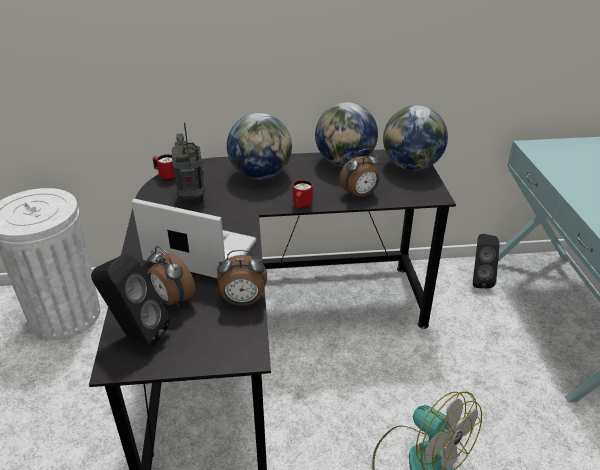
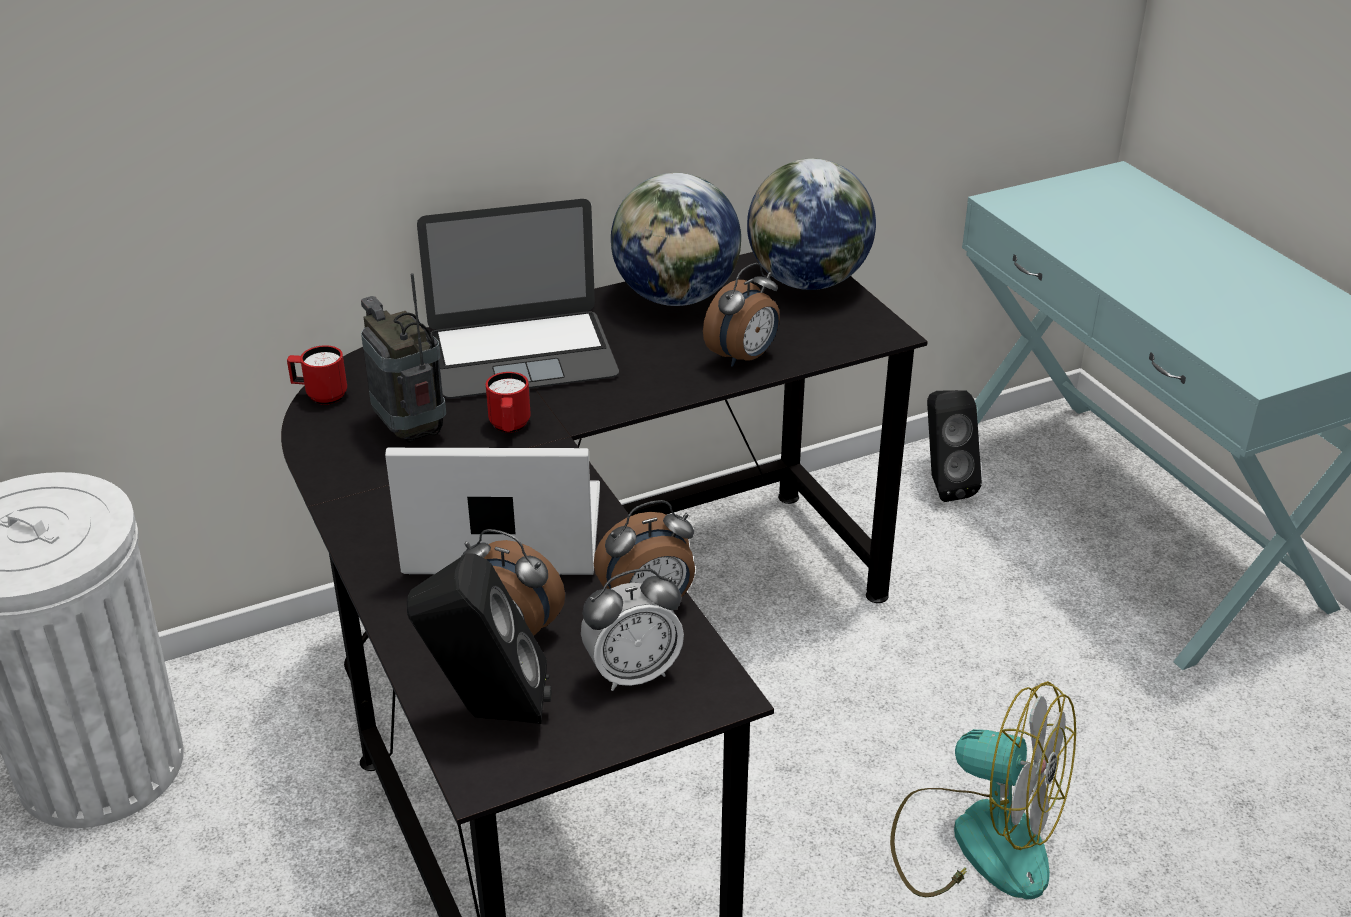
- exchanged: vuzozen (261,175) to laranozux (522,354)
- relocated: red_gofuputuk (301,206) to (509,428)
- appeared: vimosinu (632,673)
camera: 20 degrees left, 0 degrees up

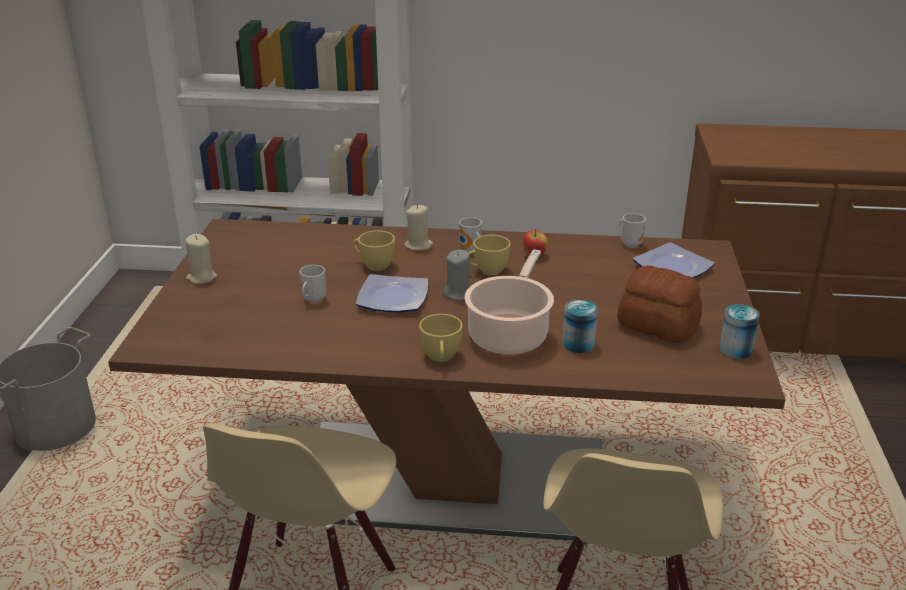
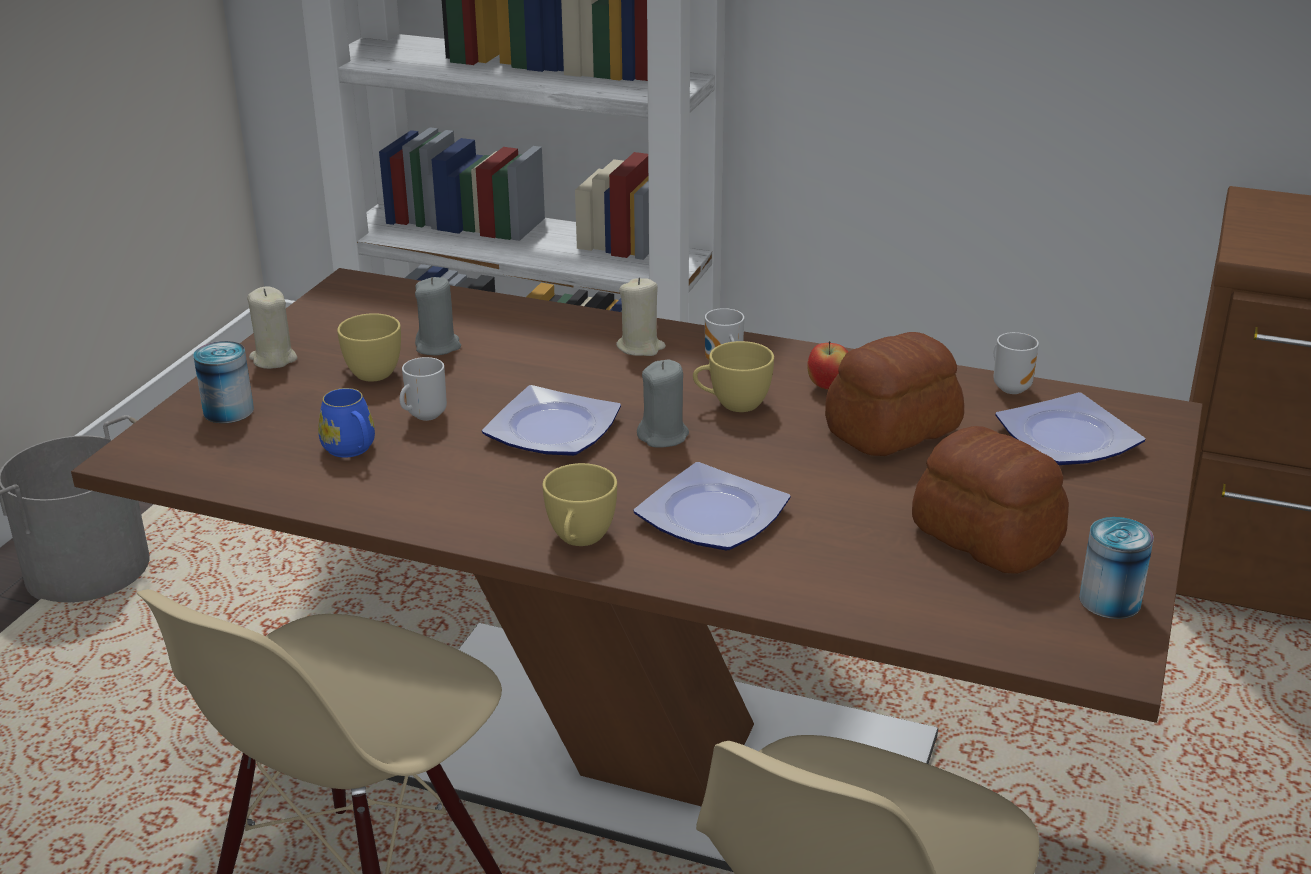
- relocated: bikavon (578,344) to (228,411)
- appeared: blue_gofuputuk (352,450)
- relocated: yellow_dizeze (373,265) to (368,371)
- appeared: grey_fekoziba (438,346)
- exchanged: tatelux (509,334) to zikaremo (715,516)
- appeared: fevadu (890,430)
camera: 15 degrees right, 0 degrees up

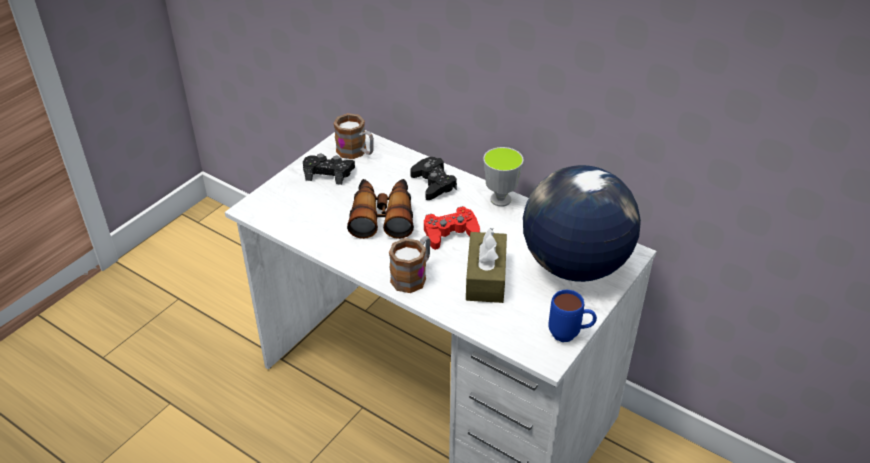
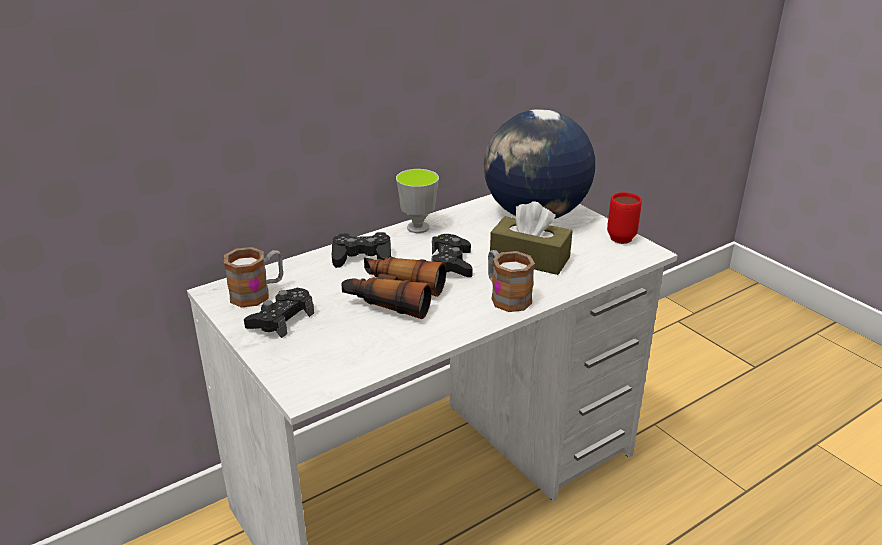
- colour: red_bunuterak (450,233) to black_bunuterak (451,263)
- colour: blue_gofuputuk (570,335) to red_gofuputuk (623,236)
camera: 70 degrees left, 10 degrees down

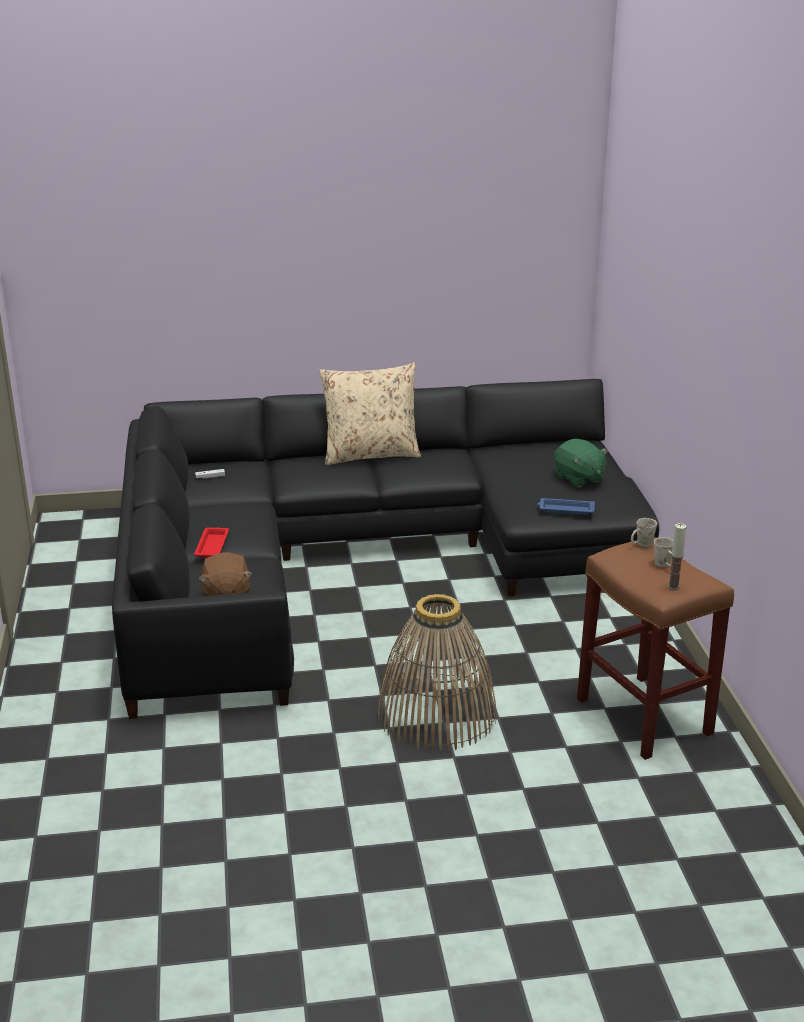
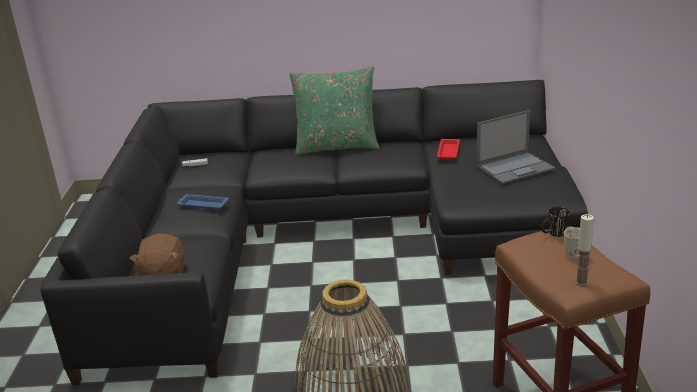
- relocated: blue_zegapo (565,509) to (202,205)
- colour: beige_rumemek (370,454) to green_rumemek (337,146)
- relocated: red_zegapo (212,545) to (448,151)
- exchanged: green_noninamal (578,478) to laranozux (515,167)
- colour: white_gofuputuk (641,545) to black_gofuputuk (553,234)
camera: 10 degrees right, 0 degrees up

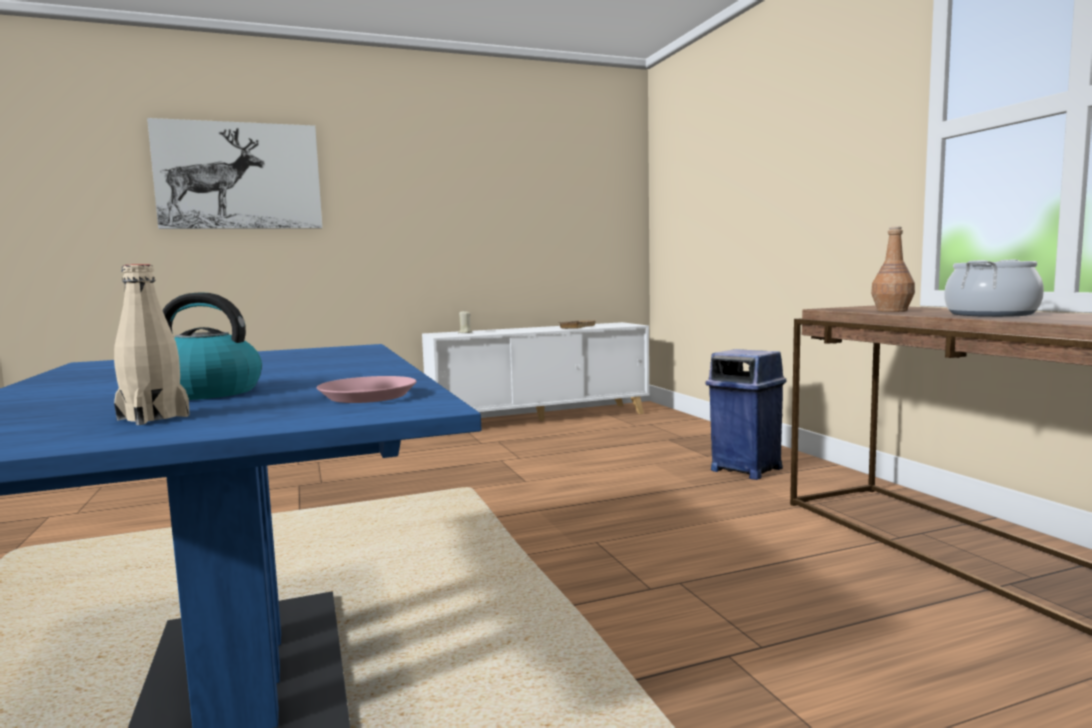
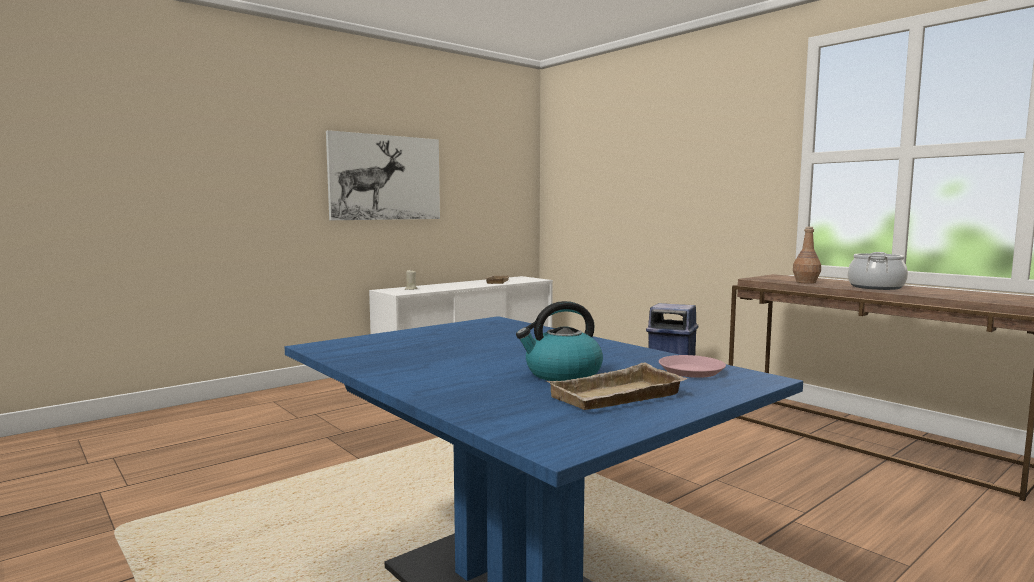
- relocated: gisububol (239,176) to (385,177)
- exchanged: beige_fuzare (153,418) to beige_zegapo (617,398)
camera: 20 degrees left, 0 degrees up

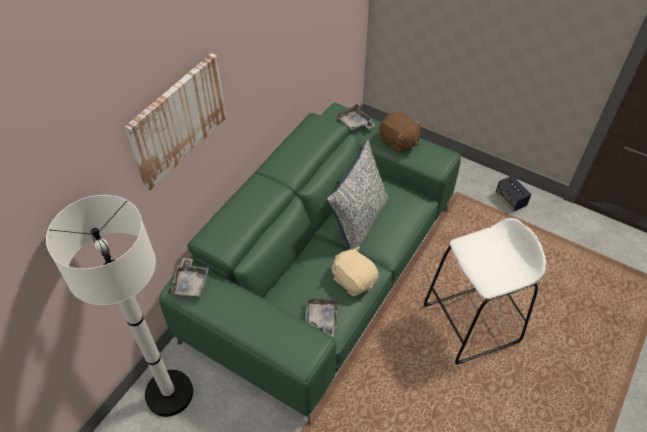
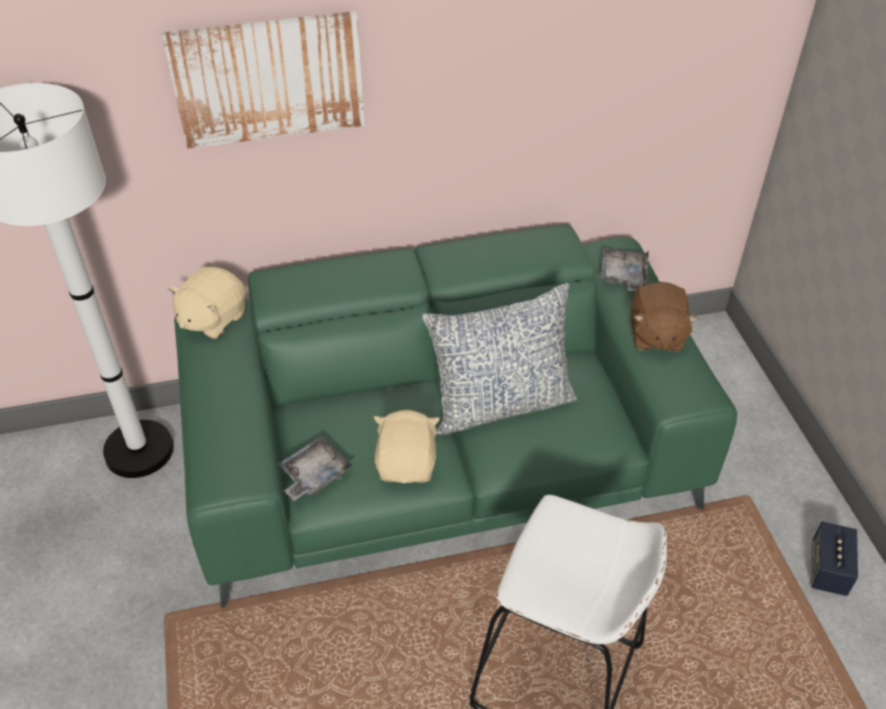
- exchanged: grey_zegapo (190,283) to beige_noninamal (212,319)
camera: 45 degrees right, 5 degrees down

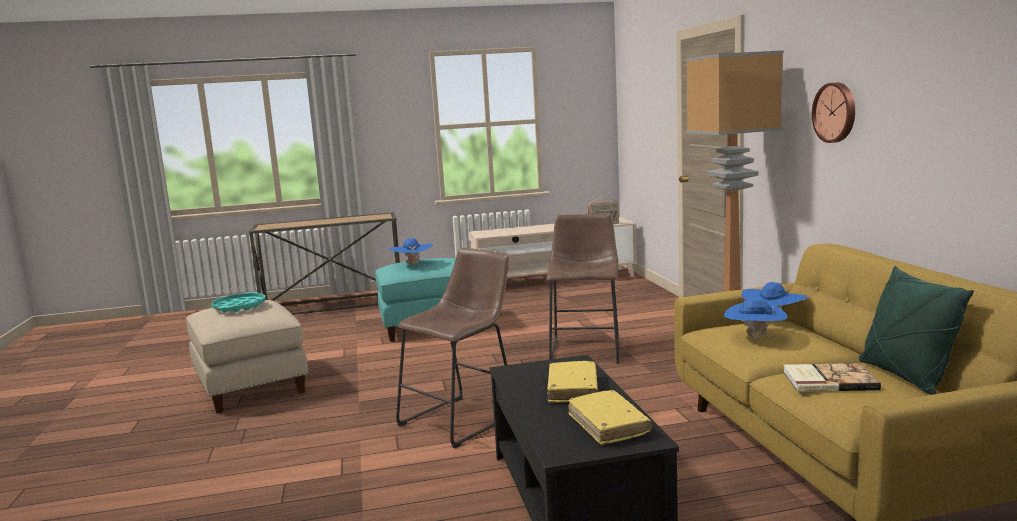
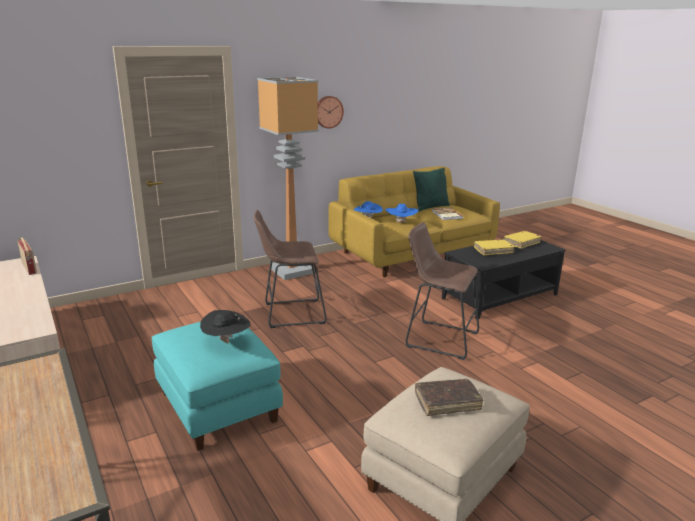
- colour: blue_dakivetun (412,264) to black_dakivetun (226,342)
- exchanged: turquoise_zegapo (239,307) to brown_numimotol (447,402)
camera: 110 degrees left, 10 degrees up

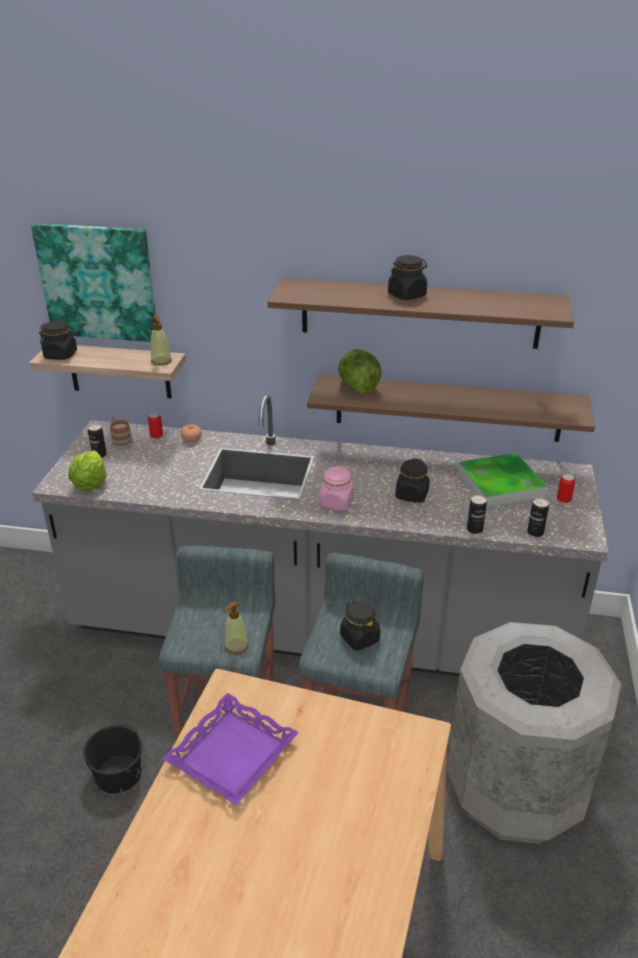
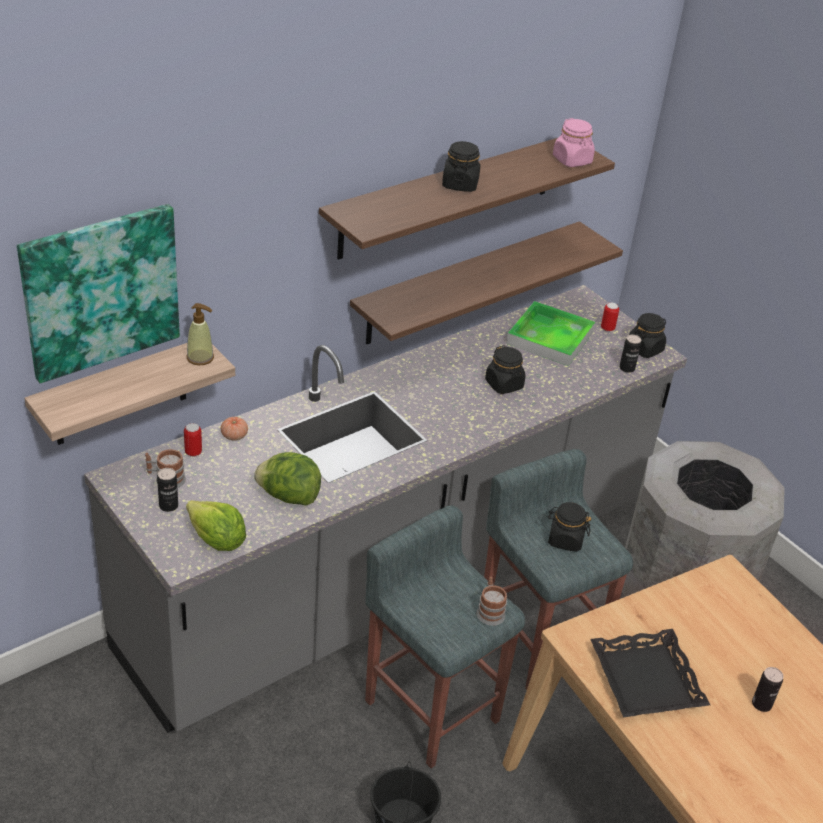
- relocated: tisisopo (357,388) to (288,496)
- exchanged: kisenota (236,646) to gofuputuk (490,611)
- relocated: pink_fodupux (336,502) to (572,160)
- colour: purple_zegapo (233,754) to black_zegapo (647,679)
- relocated: black_fodupux (61,355) to (645,349)
- relocated: bikavon (474,529) to (761,704)
camera: 50 degrees left, 5 degrees up

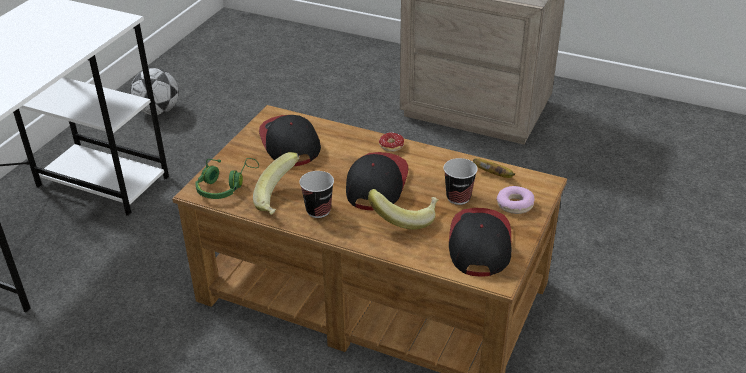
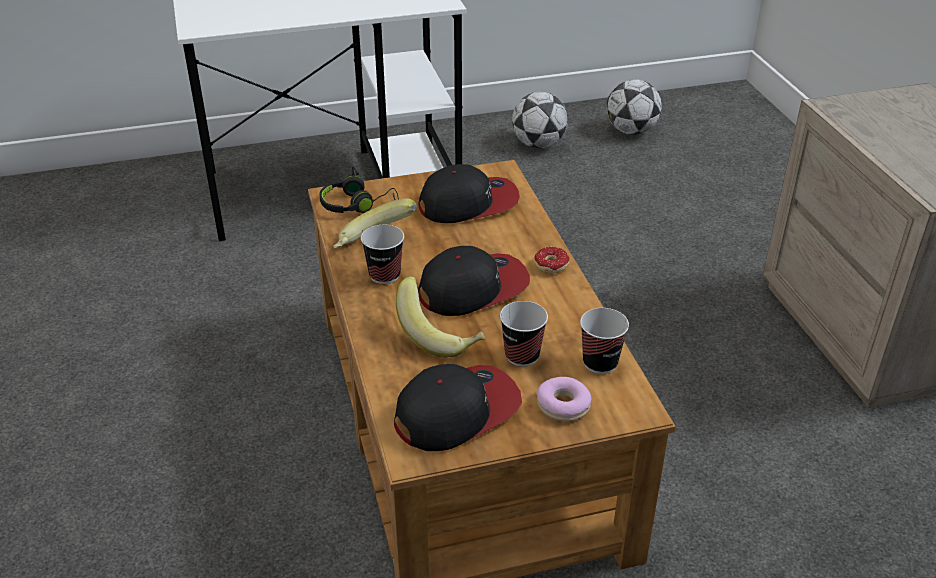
- colour: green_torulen (225,185) to black_torulen (357,205)
- spun: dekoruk (289,143) = (469,203) 45 degrees clockwise
- exchanged: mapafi (495,175) to dizeze (600,363)
- appeared: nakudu (631,131)
camera: 50 degrees right, 0 degrees up

